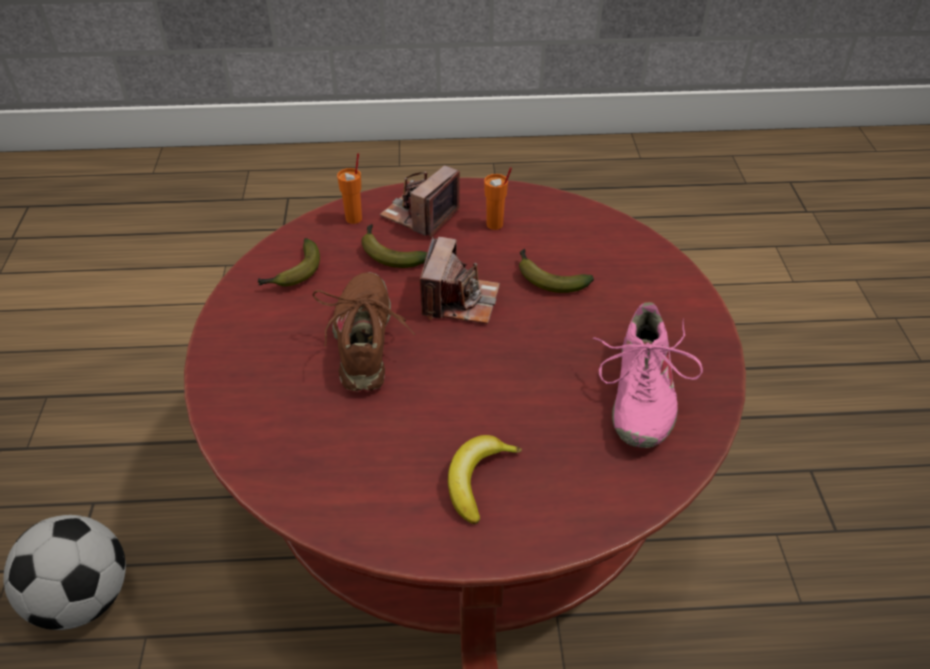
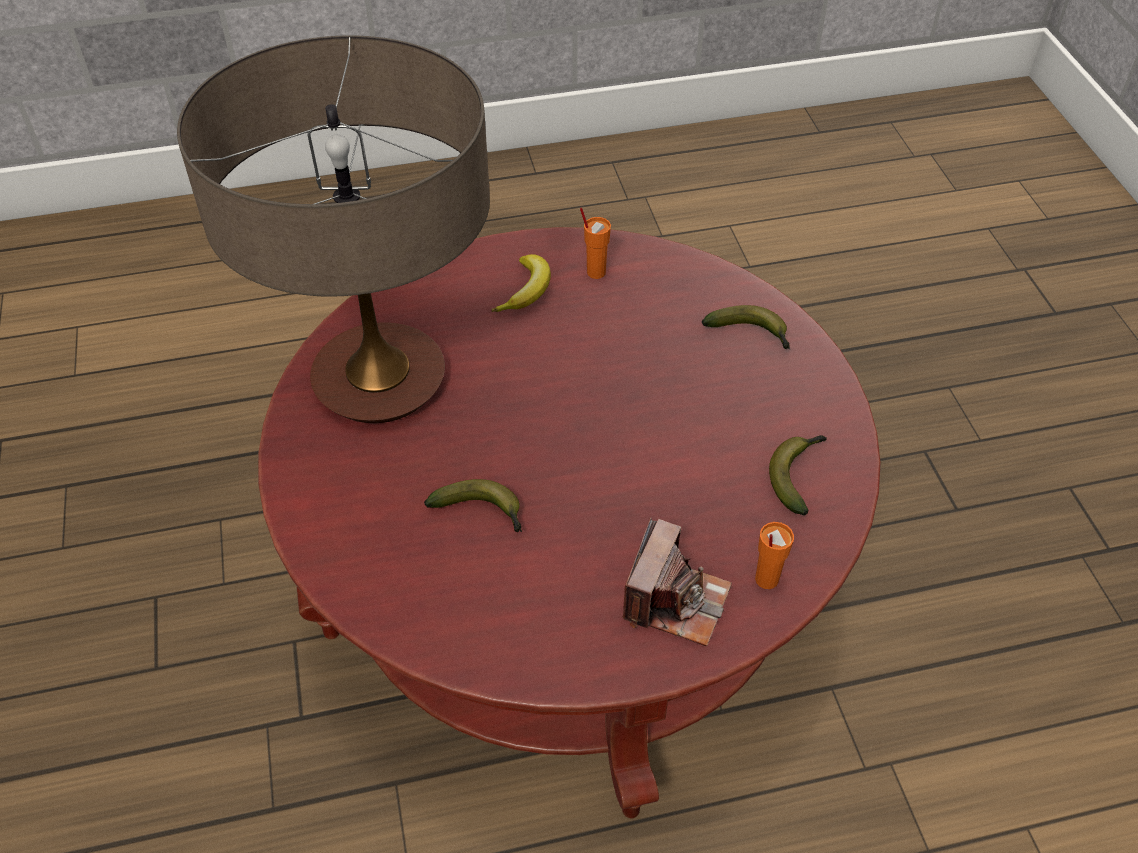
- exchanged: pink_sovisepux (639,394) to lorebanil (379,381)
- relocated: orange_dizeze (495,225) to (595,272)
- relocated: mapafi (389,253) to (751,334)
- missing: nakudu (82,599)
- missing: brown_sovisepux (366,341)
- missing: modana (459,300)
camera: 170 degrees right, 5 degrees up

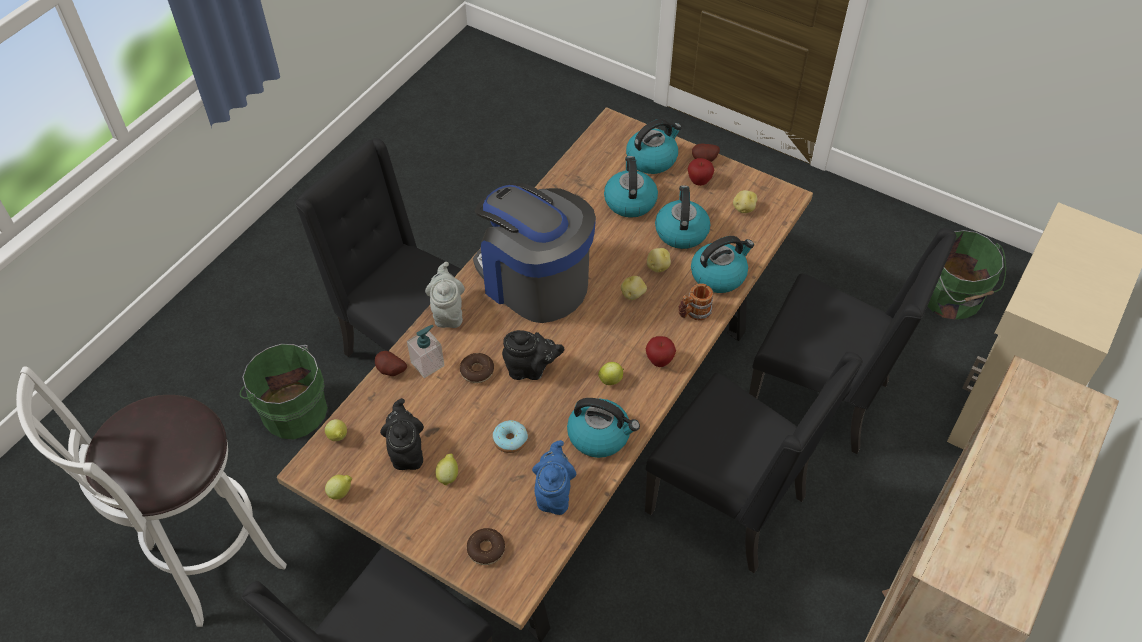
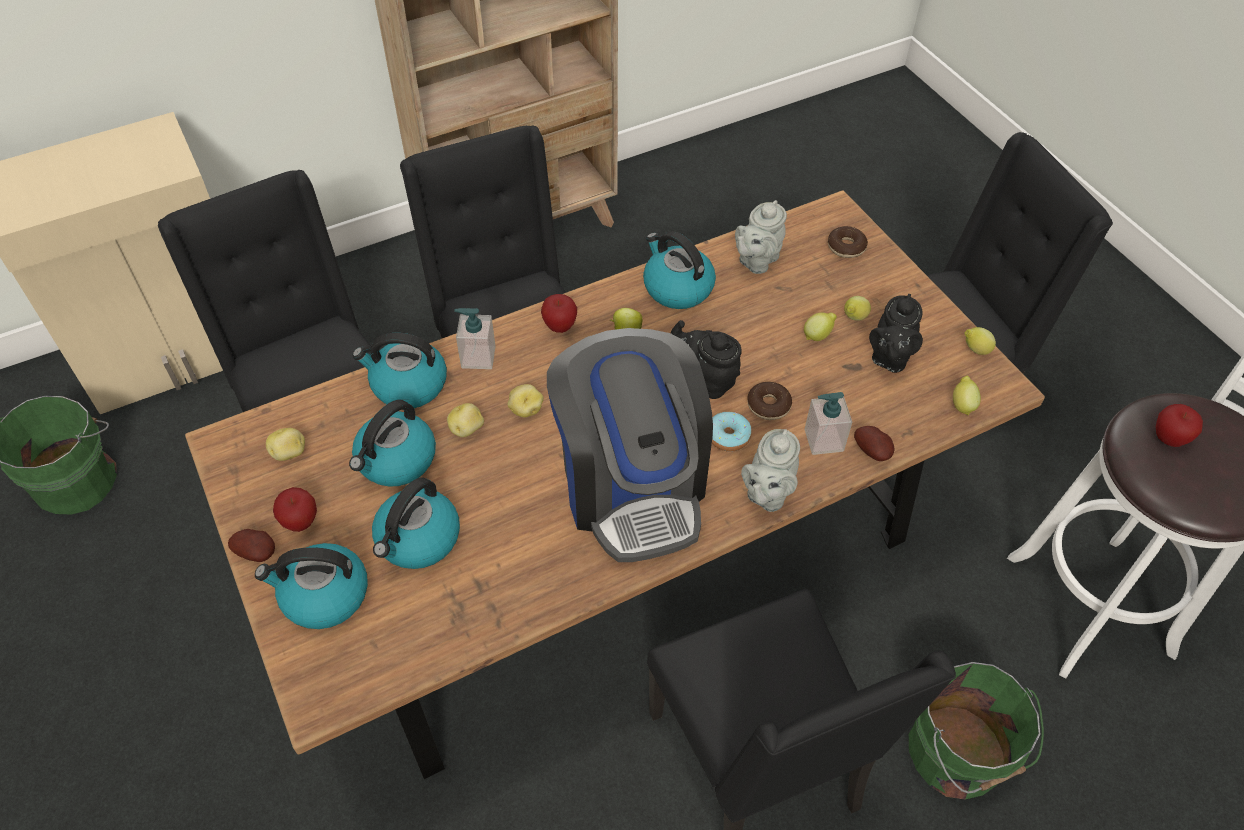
- exchanged: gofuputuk (693,313) to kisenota (478,357)
- relocated: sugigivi (510,440) to (728,436)
- colour: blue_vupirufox (554,494) to grey_vupirufox (756,261)
- appeared: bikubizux (818,335)
- appeared: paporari (1168,439)
camera: 150 degrees left, 0 degrees up

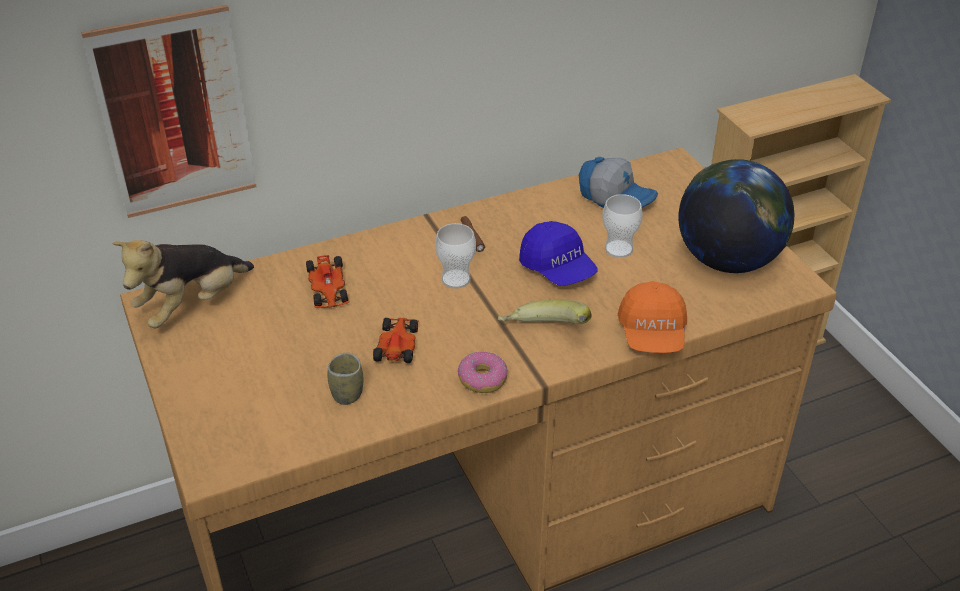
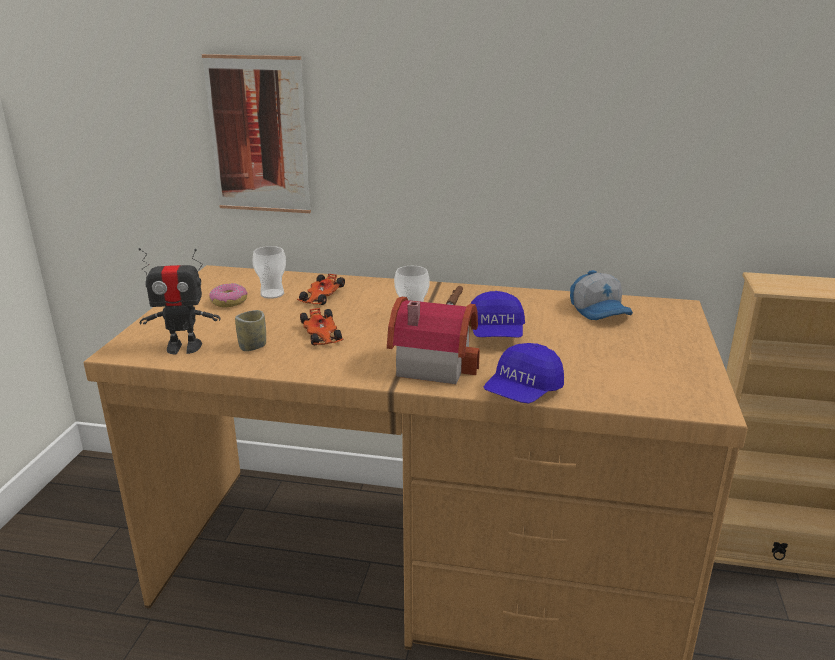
- appeared: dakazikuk (184,347)
- relocated: sugigivi (482,379) to (229,302)
- relocated: dizeze (618,249) to (272,294)
- spun: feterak (397,345) = (322,335) 120 degrees clockwise
- exchanged: mapafi (543,334) to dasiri (432,363)
- colour: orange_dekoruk (652,334) to blue_dekoruk (522,392)
- missing: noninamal (192,305)
- missing: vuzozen (727,261)
camera: 35 degrees right, 15 degrees down

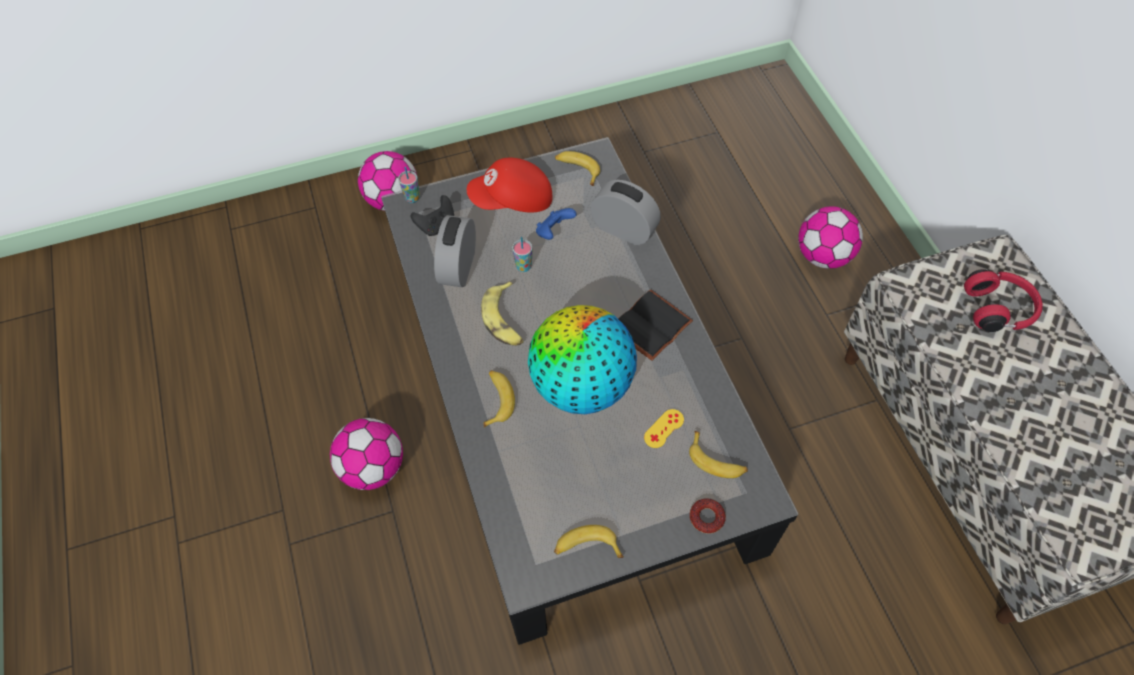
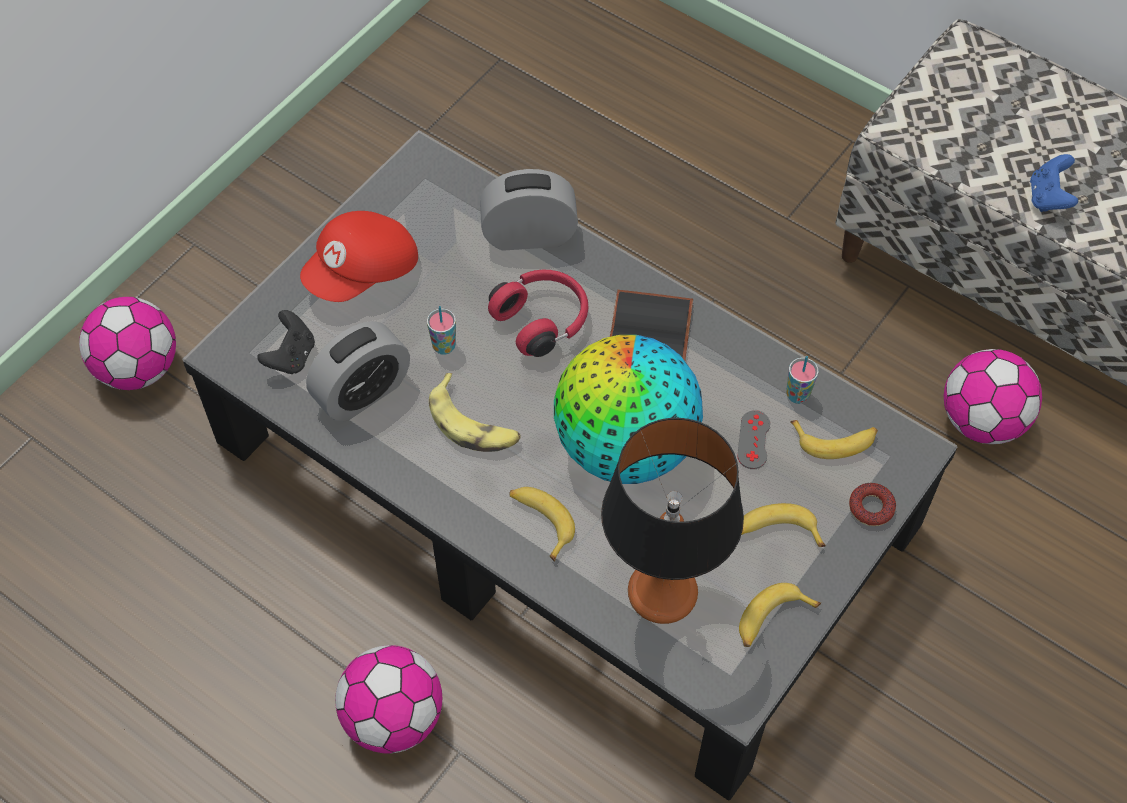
- spun: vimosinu (458,267) = (362,392) 105 degrees counterclockwise
- relocated: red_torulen (998,309) to (542,320)
- appeared: lorebanil (663,591)
- colour: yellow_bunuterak (664,428) to grey_bunuterak (753,440)
- relocated: mapafi (577,169) to (777,531)
- relocated: dizeze (412,198) to (797,395)
- relocated: nakudu (822,256) to (981,421)
- relocated: blue_bunuterak (554,232) to (1048,198)
camera: 35 degrees left, 0 degrees up

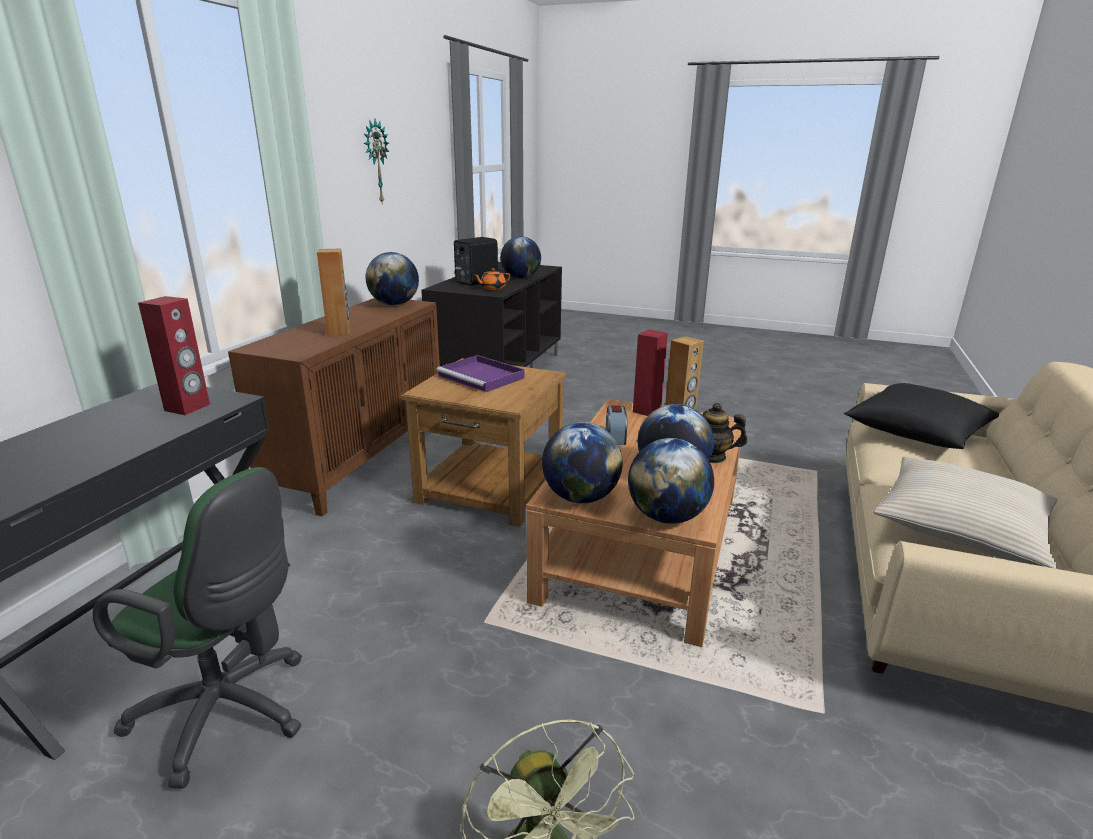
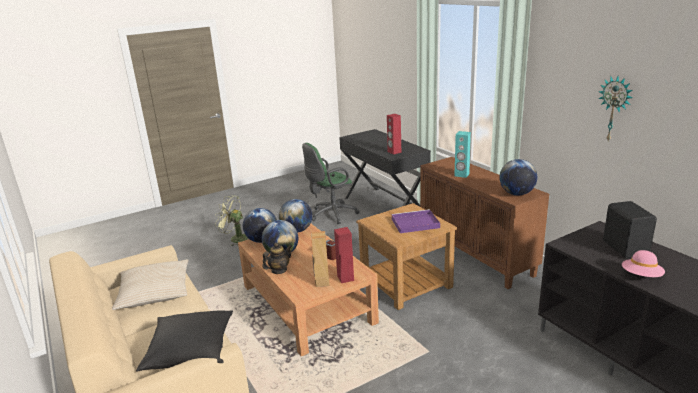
- colour: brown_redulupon (339,332) to turquoise_redulupon (461,175)
- exchanged: vuzozen (521,278) to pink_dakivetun (641,276)
- missing: orange_vupirufox (492,288)
camera: 130 degrees right, 0 degrees up

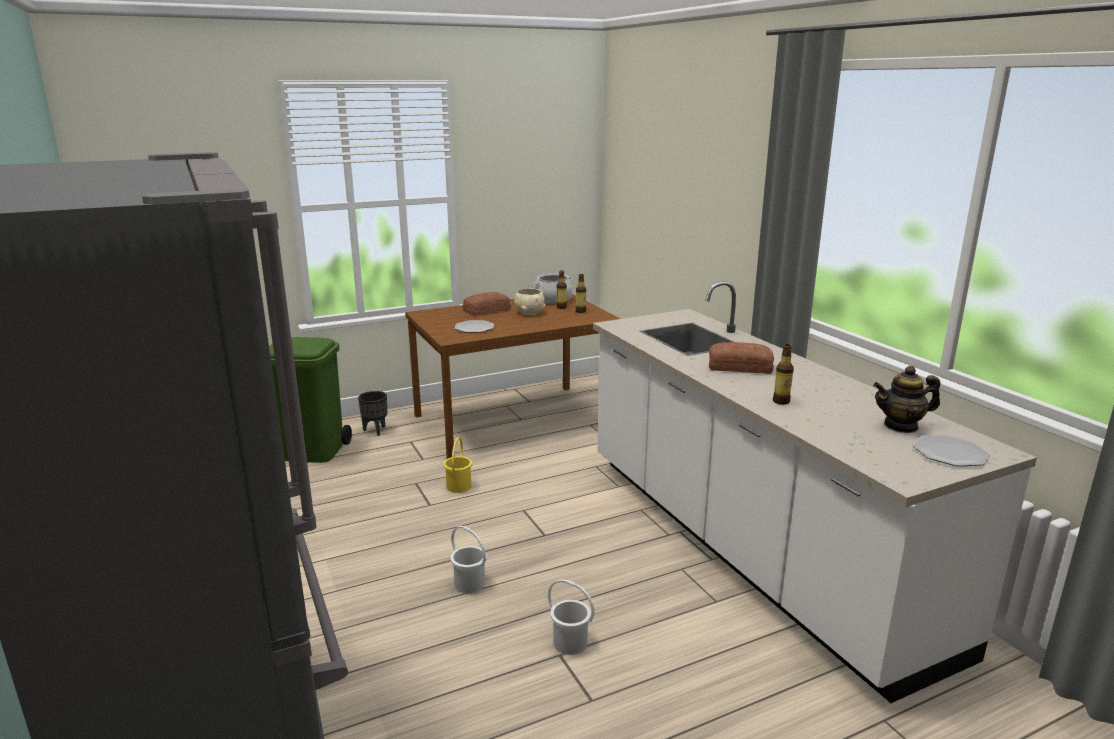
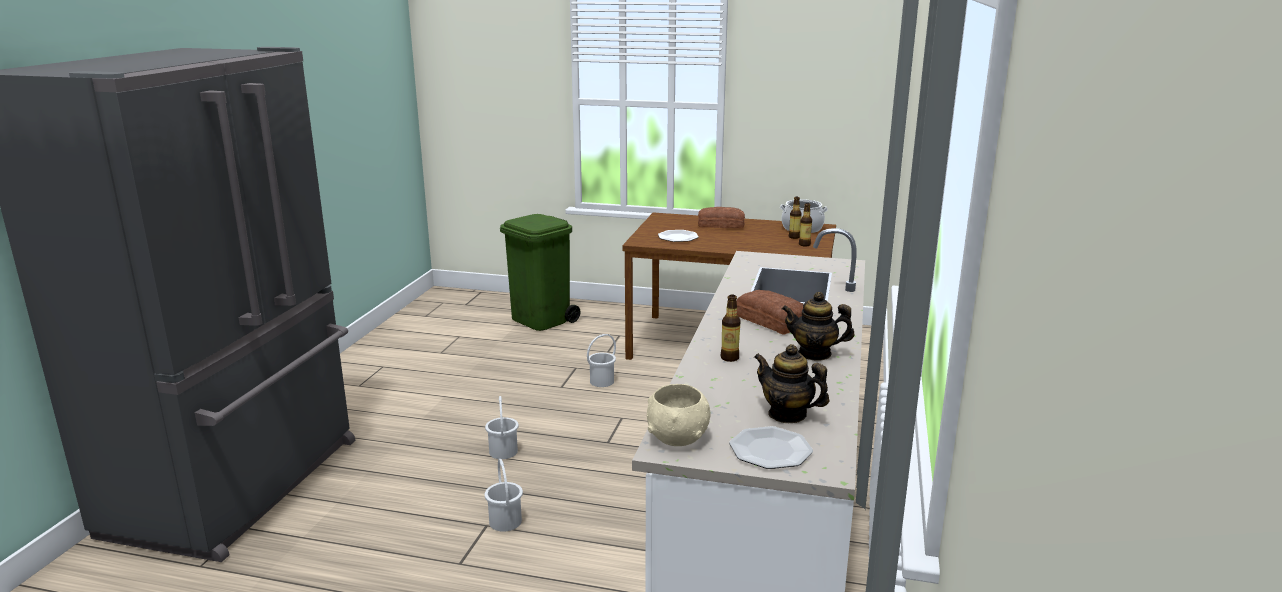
- colour: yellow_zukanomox (459,486) to white_zukanomox (602,382)
- relocated: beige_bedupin (529,313) to (678,437)
- appeared: vupirufox (814,354)
- missing: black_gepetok (376,430)
camera: 40 degrees right, 0 degrees up

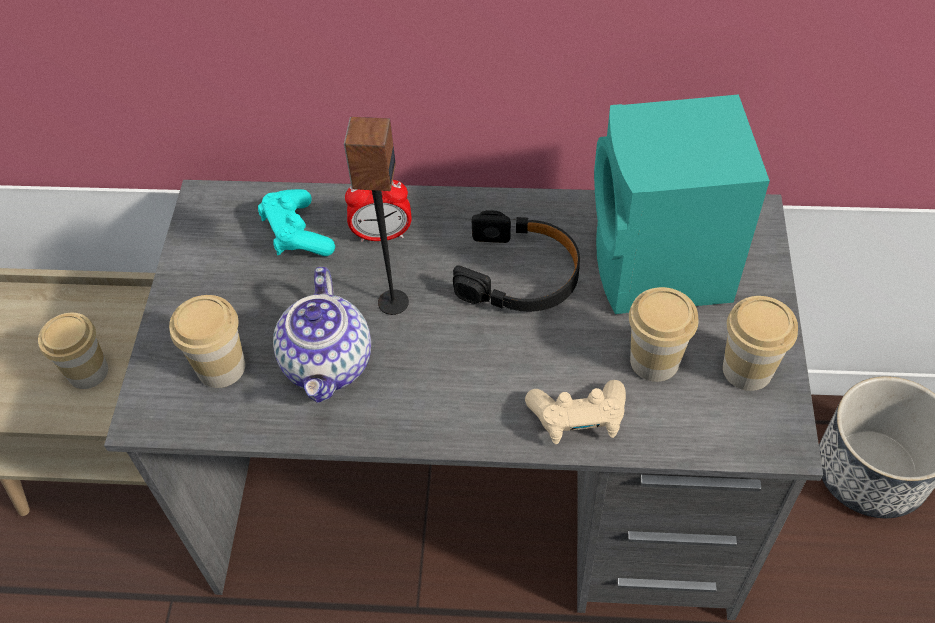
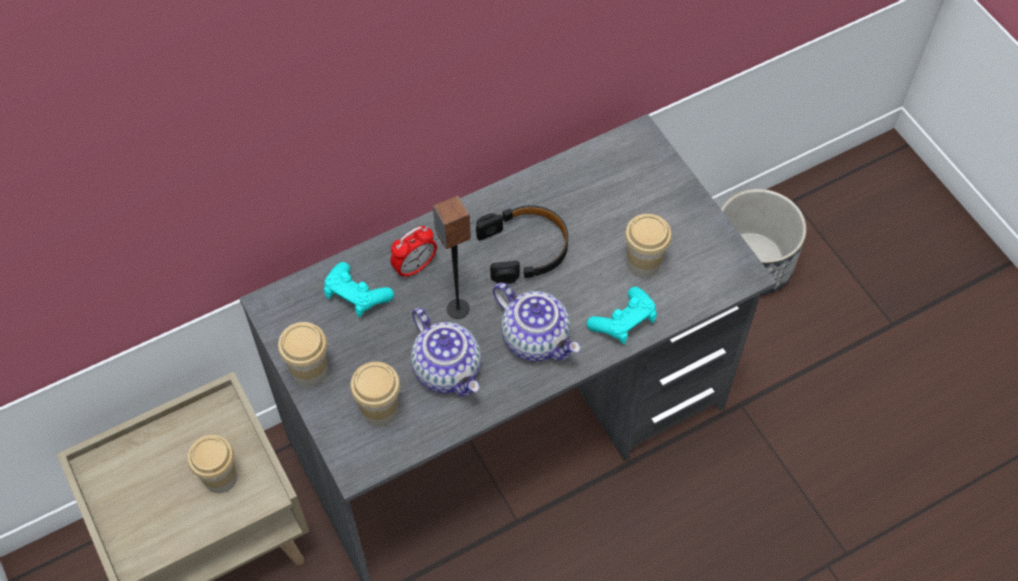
- relocated: dizeze (747,369) to (309,370)
- appeared: vupirufox (536,339)
- colour: beige_bunuterak (578,419) to turquoise_bunuterak (624,322)
- missing: turquoise_redulupon (661,271)
camera: 35 degrees left, 5 degrees up

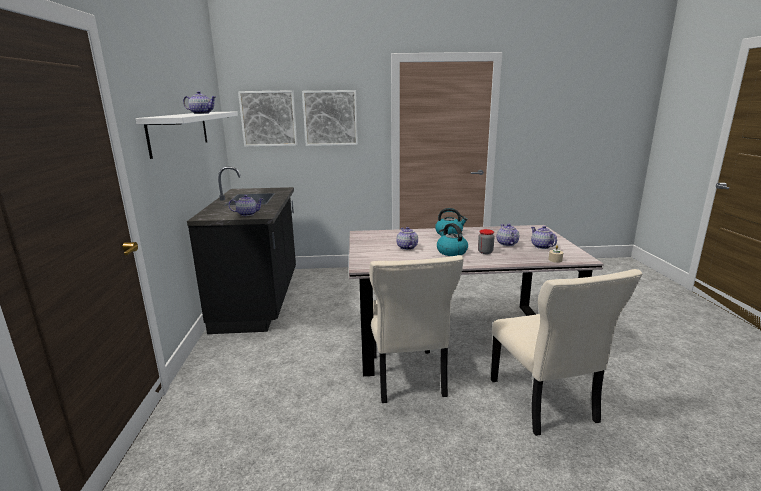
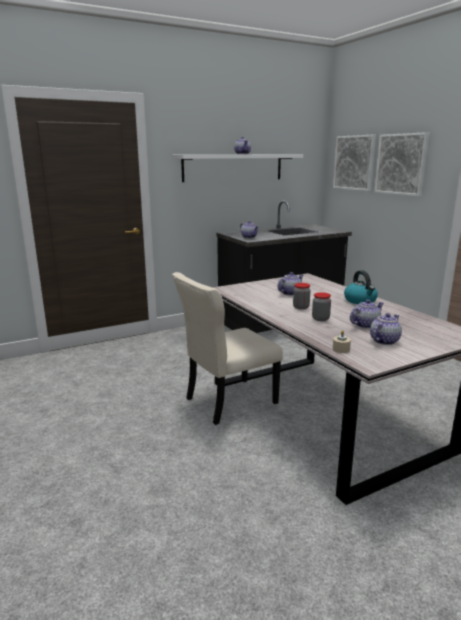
- exchanged: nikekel (451,252) to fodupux (301,307)
- missing: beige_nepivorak (544,403)
camera: 65 degrees right, 0 degrees up

